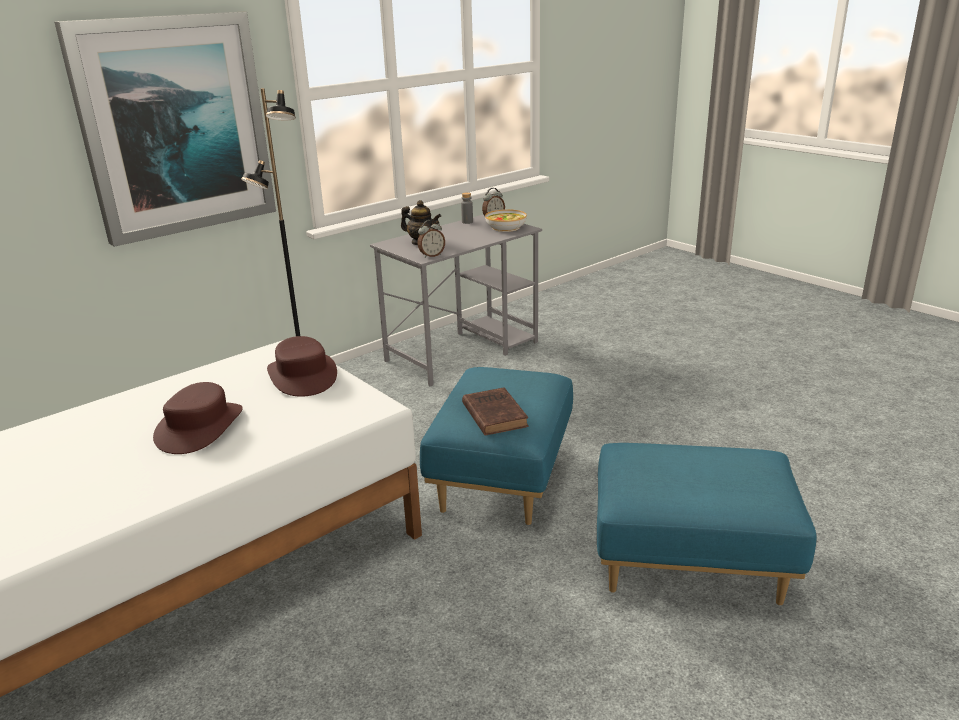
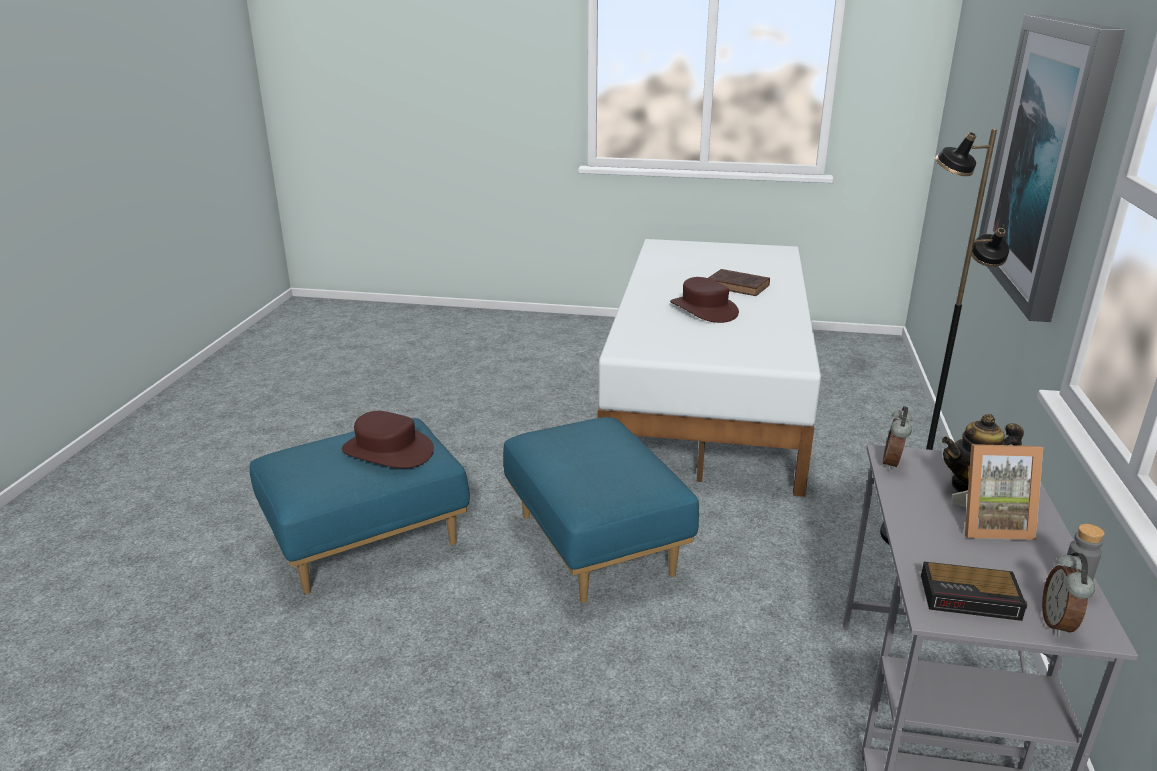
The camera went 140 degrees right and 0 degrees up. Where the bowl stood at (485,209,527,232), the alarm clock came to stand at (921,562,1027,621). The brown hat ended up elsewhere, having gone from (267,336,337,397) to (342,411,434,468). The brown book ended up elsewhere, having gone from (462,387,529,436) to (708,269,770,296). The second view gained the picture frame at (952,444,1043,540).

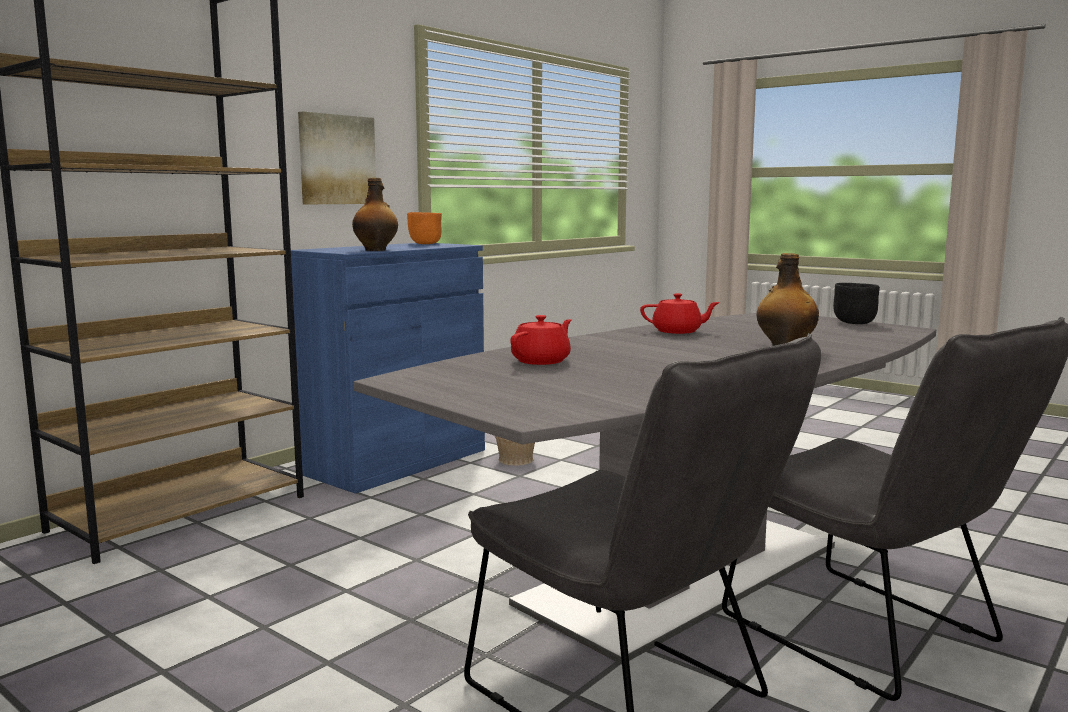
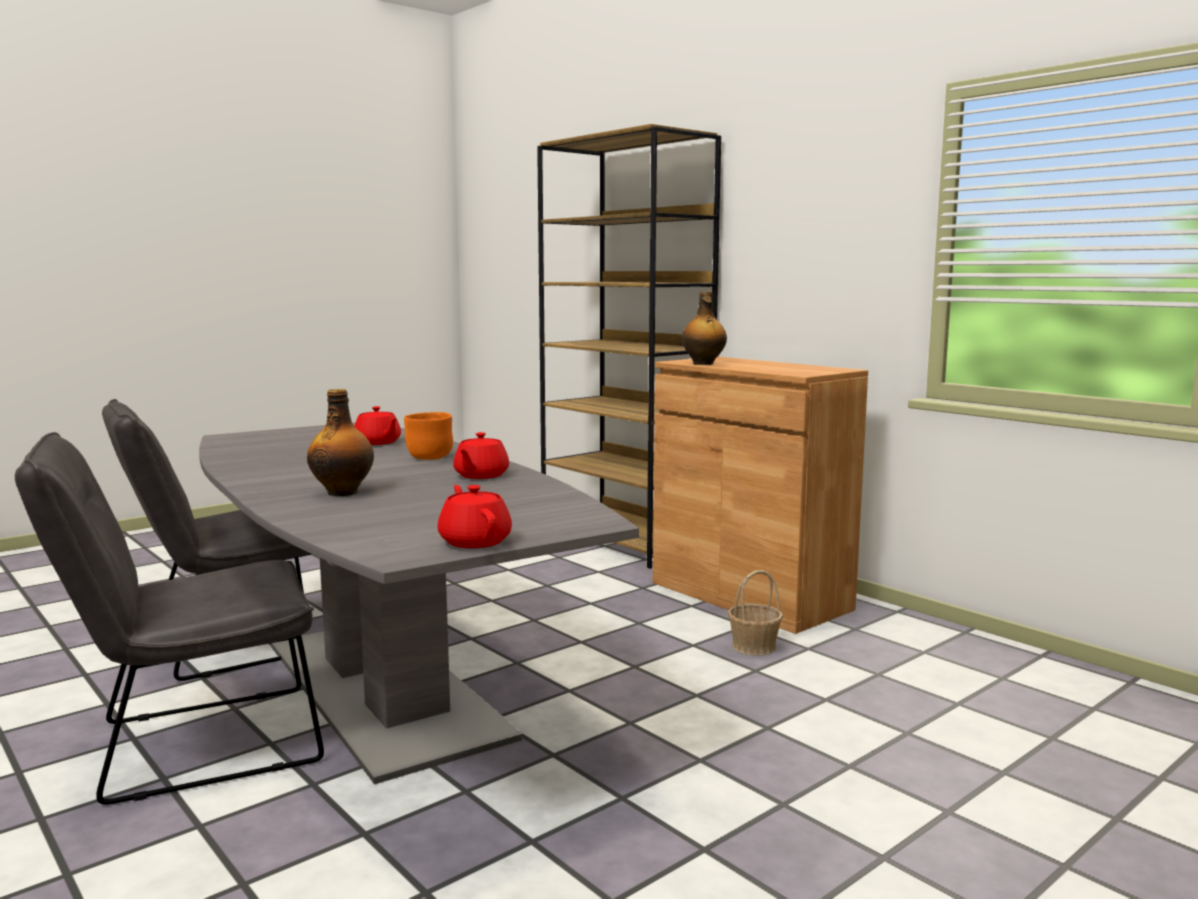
The camera went 100 degrees right and 0 degrees up. The second view lost the picture at (298,112,376,204). The orange bowl ended up elsewhere, having gone from (407,212,442,244) to (404,412,453,460). What was the blue cabinet at (291,243,485,494) turned into the brown cabinet at (653,357,868,634). Where the black bowl stood at (833,283,880,324), the red teapot came to stand at (437,485,512,548).

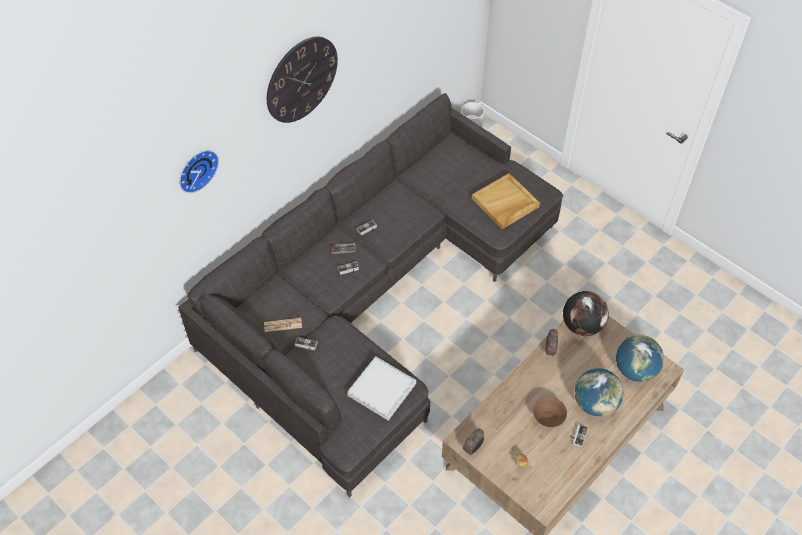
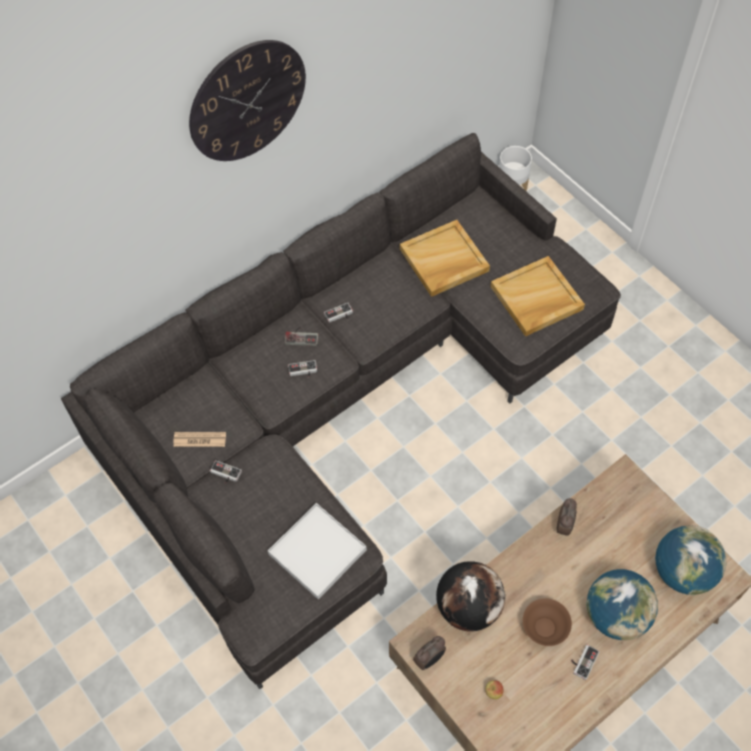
The camera went 10 degrees right and 5 degrees up. The second view lost the wall clock at (179,150,219,193). The globe ended up elsewhere, having gone from (563,291,609,336) to (436,561,505,632). The second view gained the beige tray at (400,220,490,297).

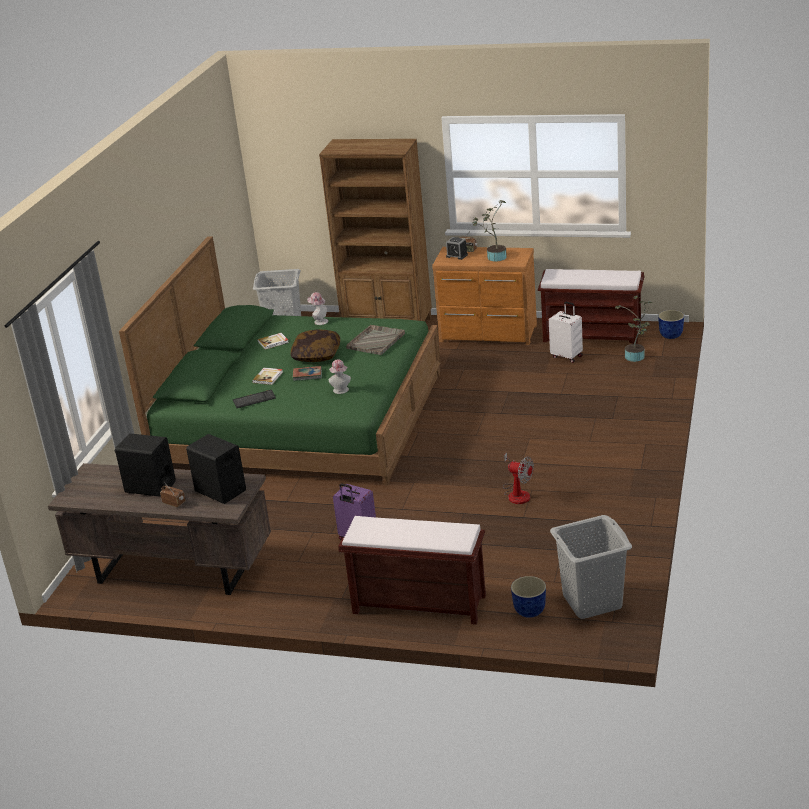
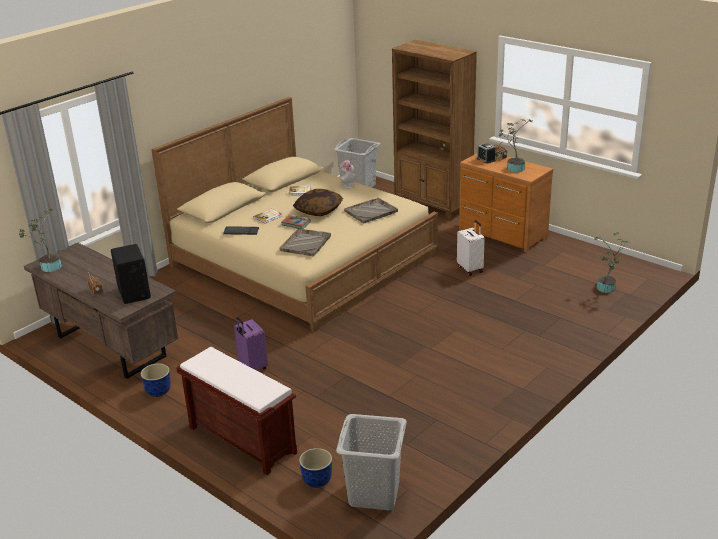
The camera went 25 degrees right and 0 degrees up. What was the green bed at (119,236,441,485) turned into the beige bed at (151,97,438,332). The second view lost the brown bench at (538,269,644,344). The white suitcase ended up elsewhere, having gone from (549,302,583,363) to (457,220,485,276). The planter ended up elsewhere, having gone from (658,310,684,339) to (141,363,171,397). Where the hat stood at (329,359,351,394), the grey tray came to stand at (279,228,331,256). The second view lost the black speaker at (115,433,176,497). The second view lost the fan at (503,452,534,504). The second view gained the potted plant at (19,208,62,272).

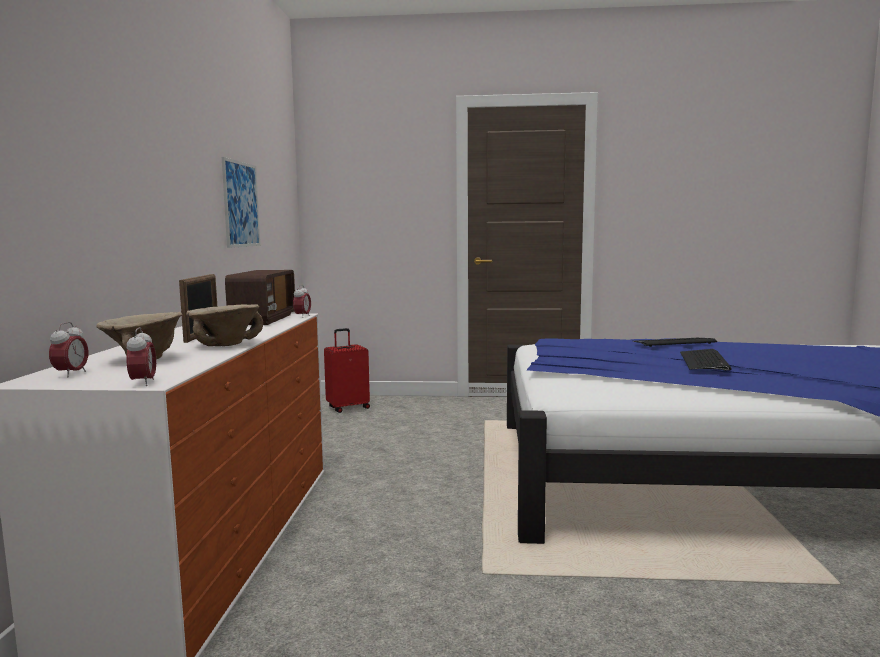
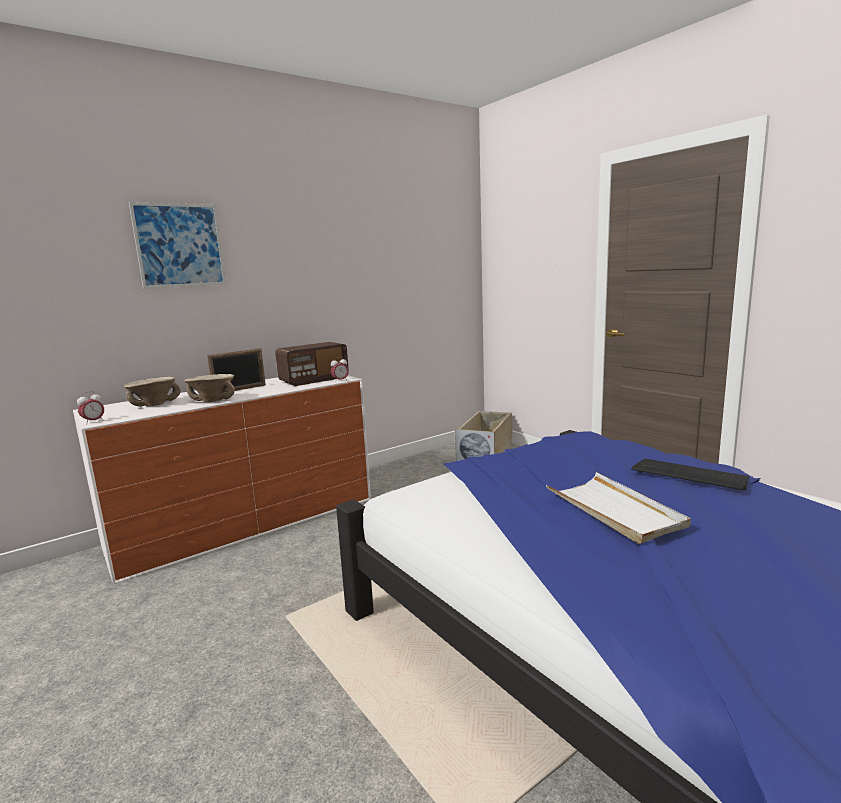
The camera went 50 degrees right and 5 degrees up. The picture ended up elsewhere, having gone from (222,157,260,248) to (129,202,226,289). The second view lost the alarm clock at (49,322,89,377). Where the red suitcase stood at (324,328,370,413), the beige storage box came to stand at (455,411,512,461). Where the keyboard stood at (680,349,731,371), the white tray came to stand at (546,472,691,544).

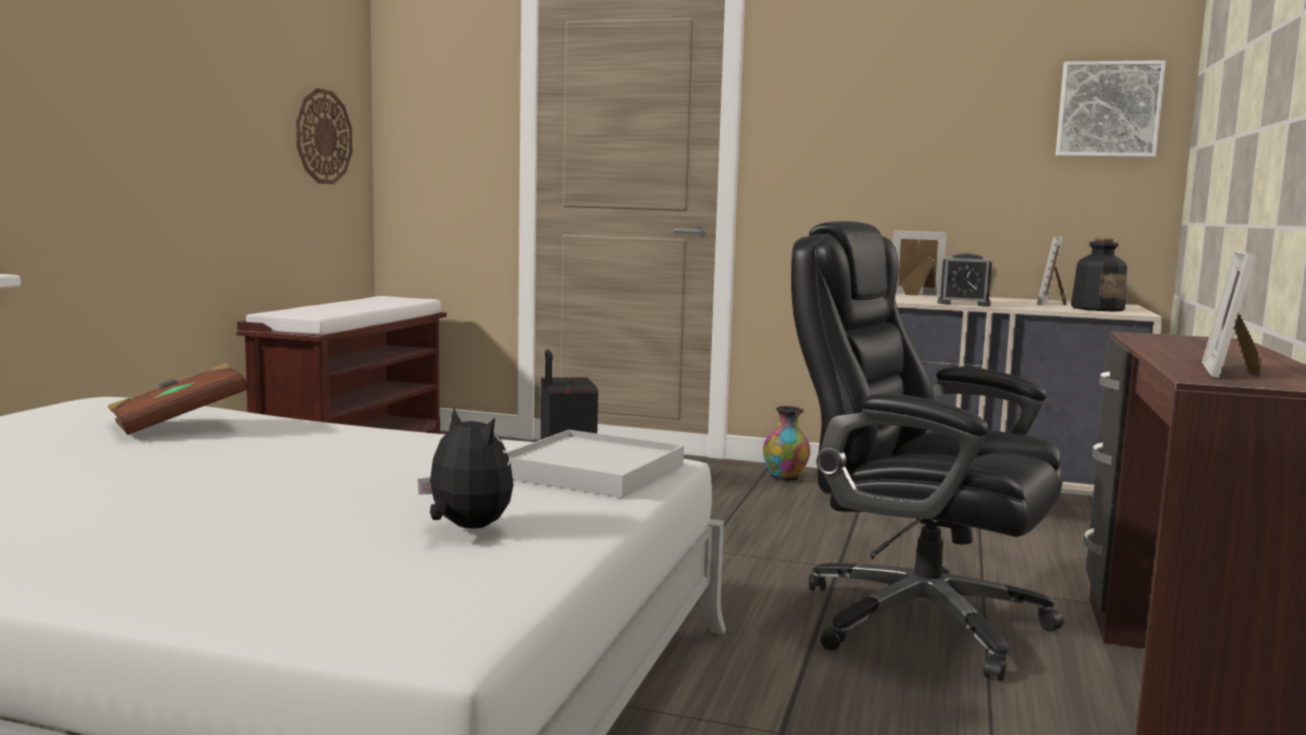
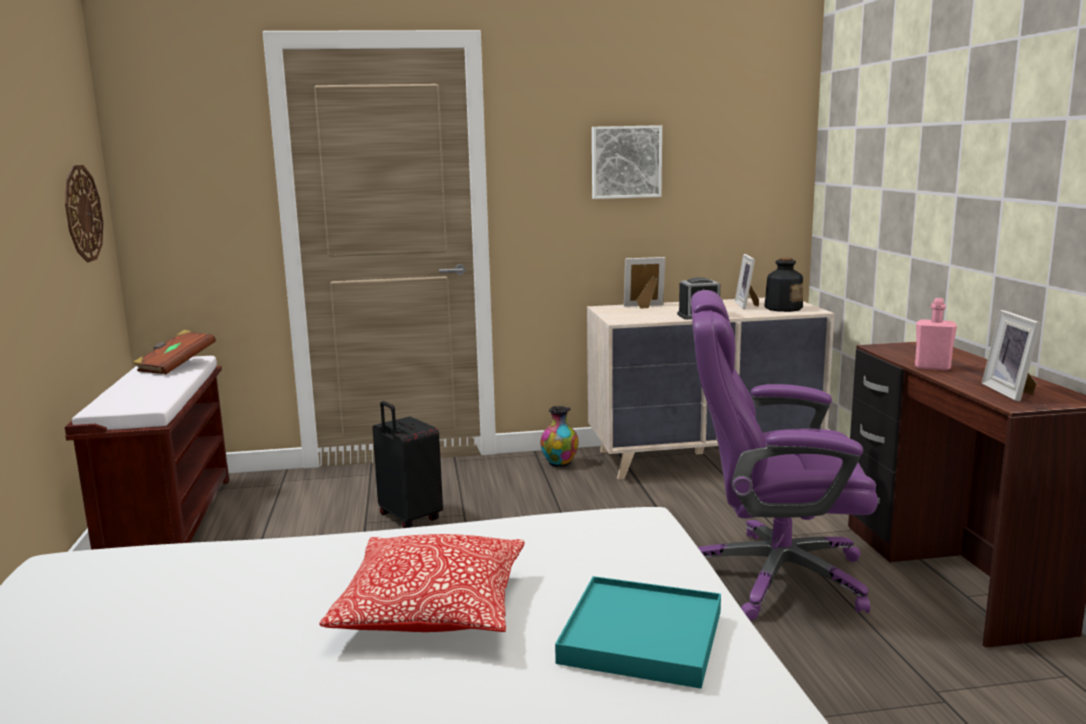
The camera went 25 degrees left and 5 degrees up. The picture ended up elsewhere, having gone from (1055,60,1166,157) to (592,125,662,199). What was the black office chair at (791,221,1064,681) turned into the purple office chair at (691,290,878,621). The brown book ended up elsewhere, having gone from (108,363,248,435) to (133,330,216,374). Where the plush toy stood at (418,408,513,529), the turquoise tray came to stand at (555,576,721,689). The second view lost the white tray at (507,430,684,498). The second view gained the pink bottle at (915,298,957,371). The second view gained the pillow at (319,534,525,632).

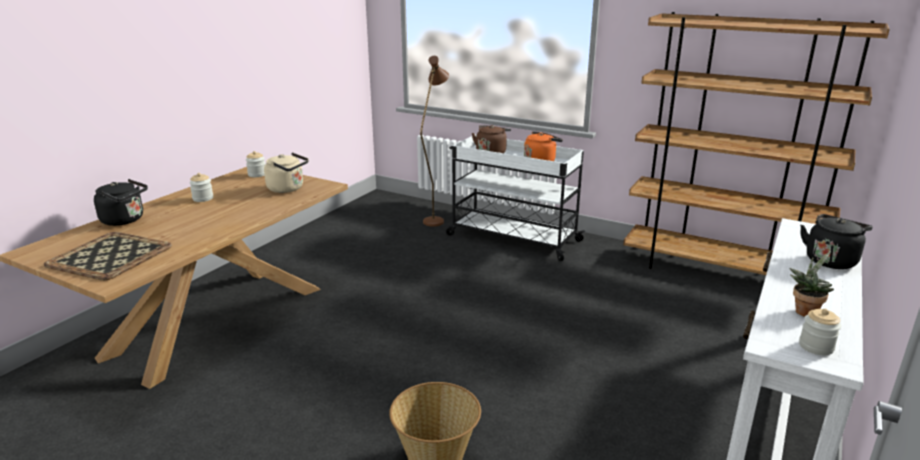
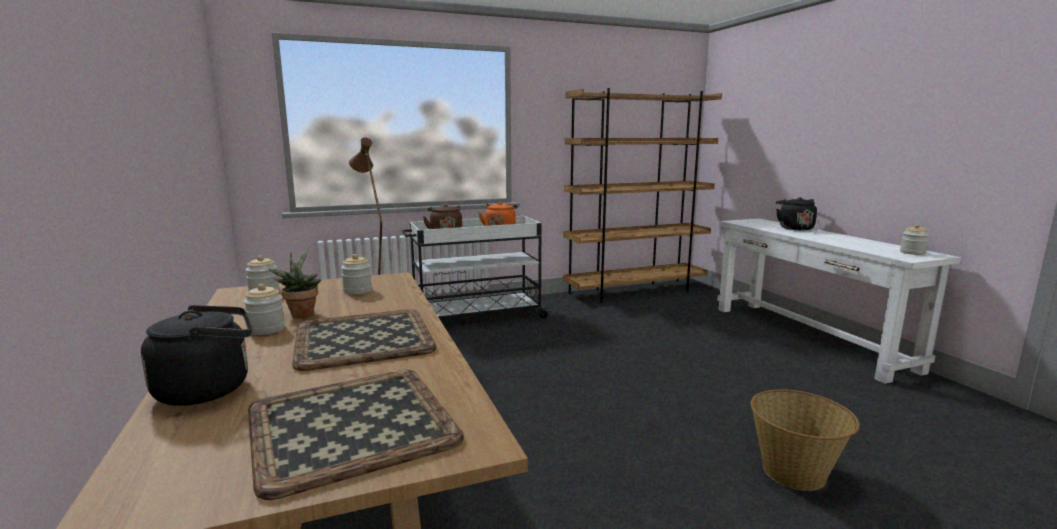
The camera went 50 degrees left and 10 degrees down. Where the beige kettle stood at (264,153,309,193), the jar came to stand at (341,254,372,295). The potted plant ended up elsewhere, having gone from (789,251,834,317) to (269,247,321,318). The second view gained the tray at (292,309,437,371).

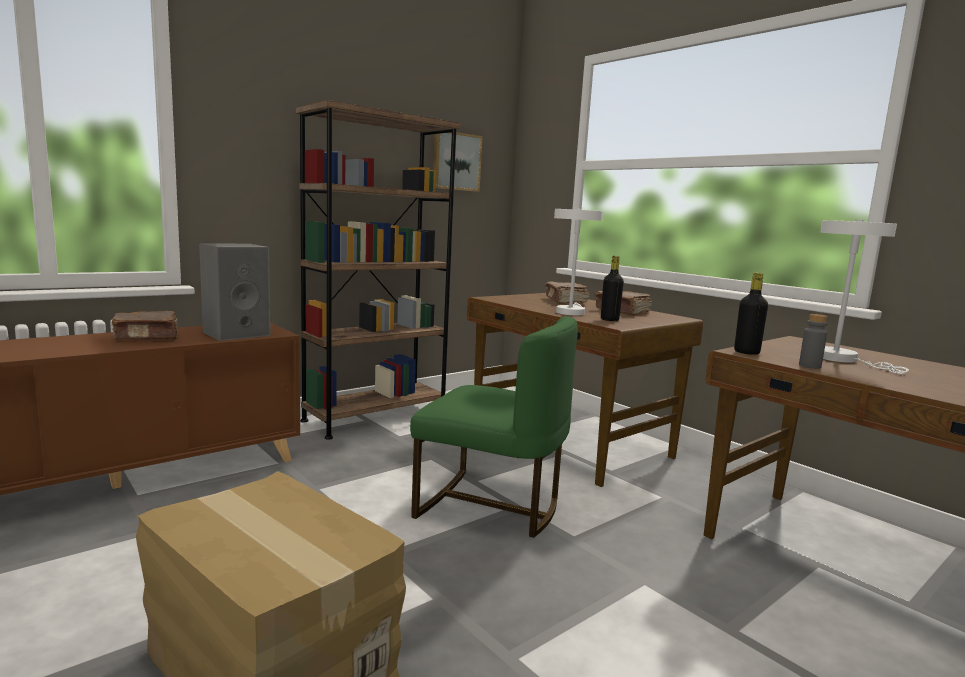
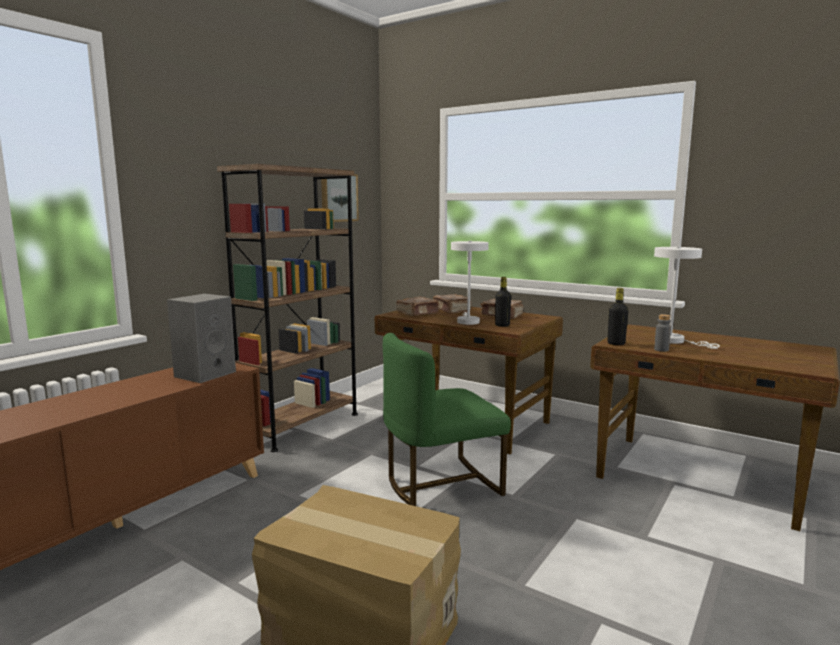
The camera went 15 degrees left and 0 degrees up. The brown book ended up elsewhere, having gone from (112,311,178,340) to (396,297,439,316). The green chair at (410,316,578,538) ended up facing another way, 150 degrees clockwise from before.

